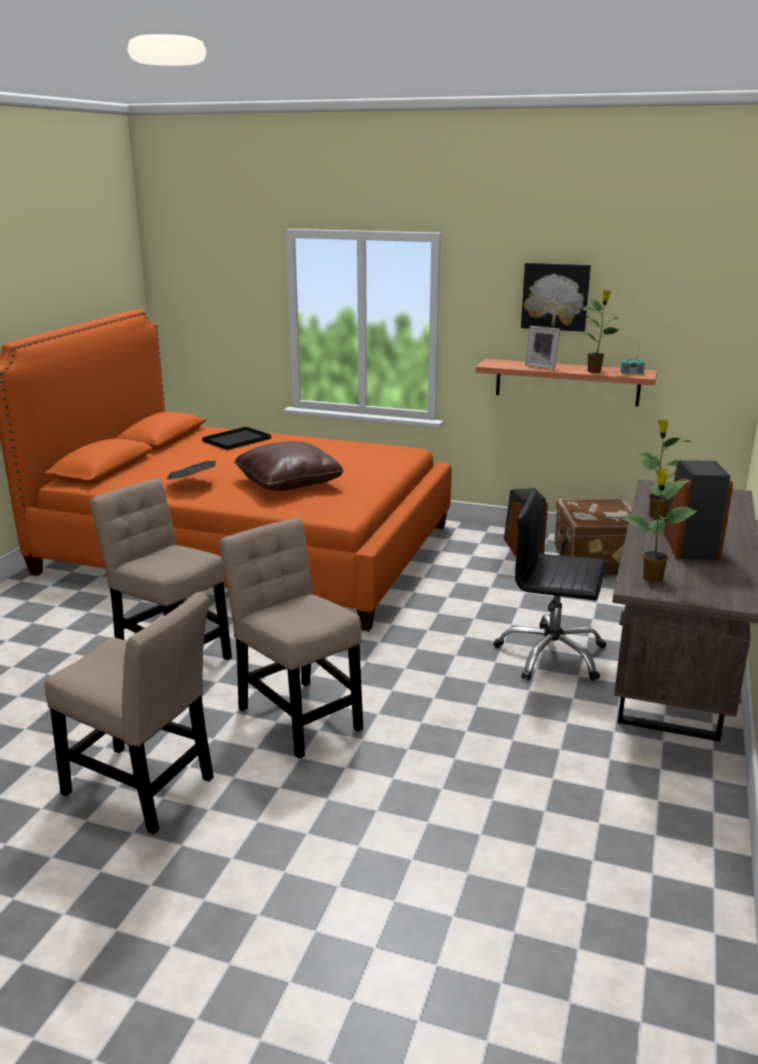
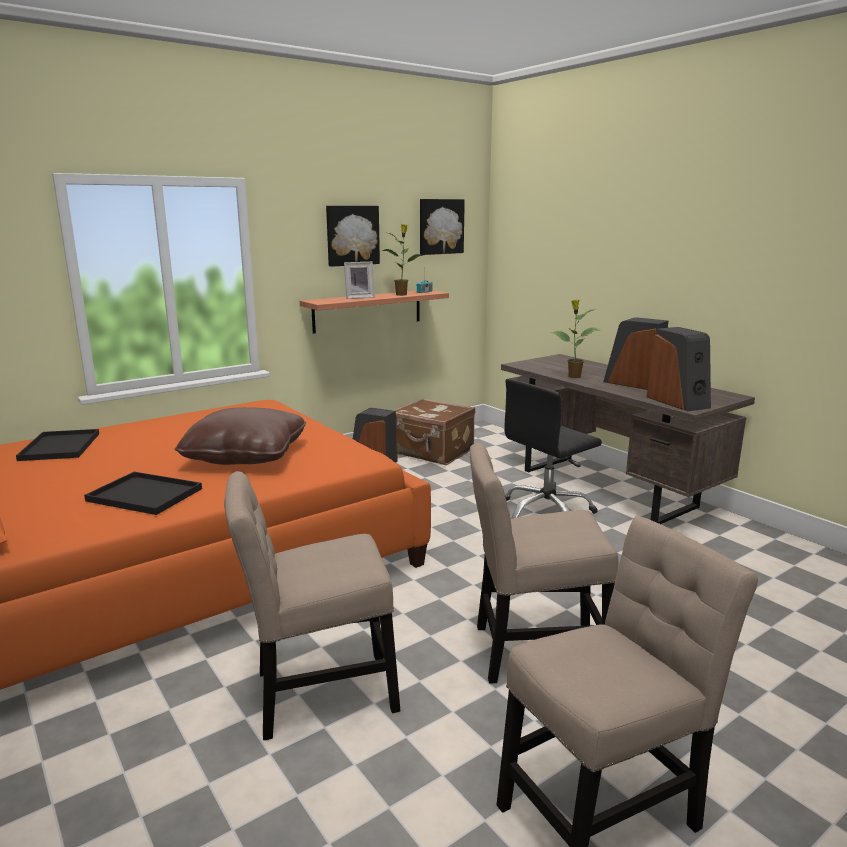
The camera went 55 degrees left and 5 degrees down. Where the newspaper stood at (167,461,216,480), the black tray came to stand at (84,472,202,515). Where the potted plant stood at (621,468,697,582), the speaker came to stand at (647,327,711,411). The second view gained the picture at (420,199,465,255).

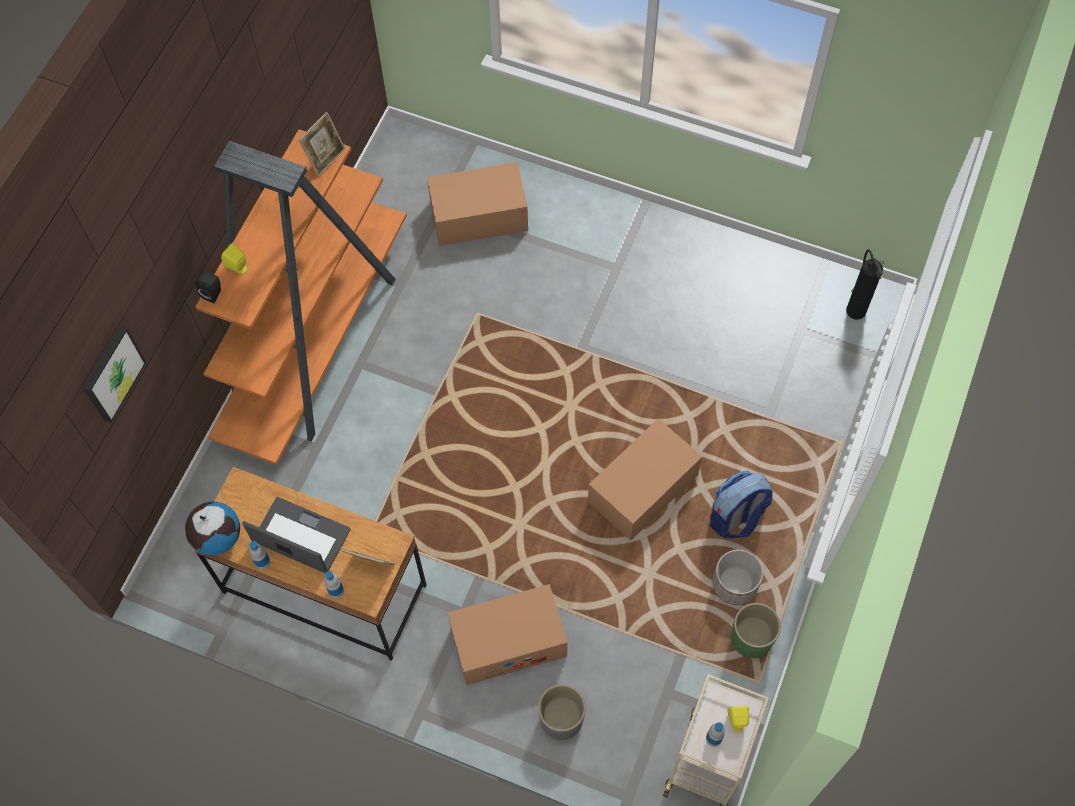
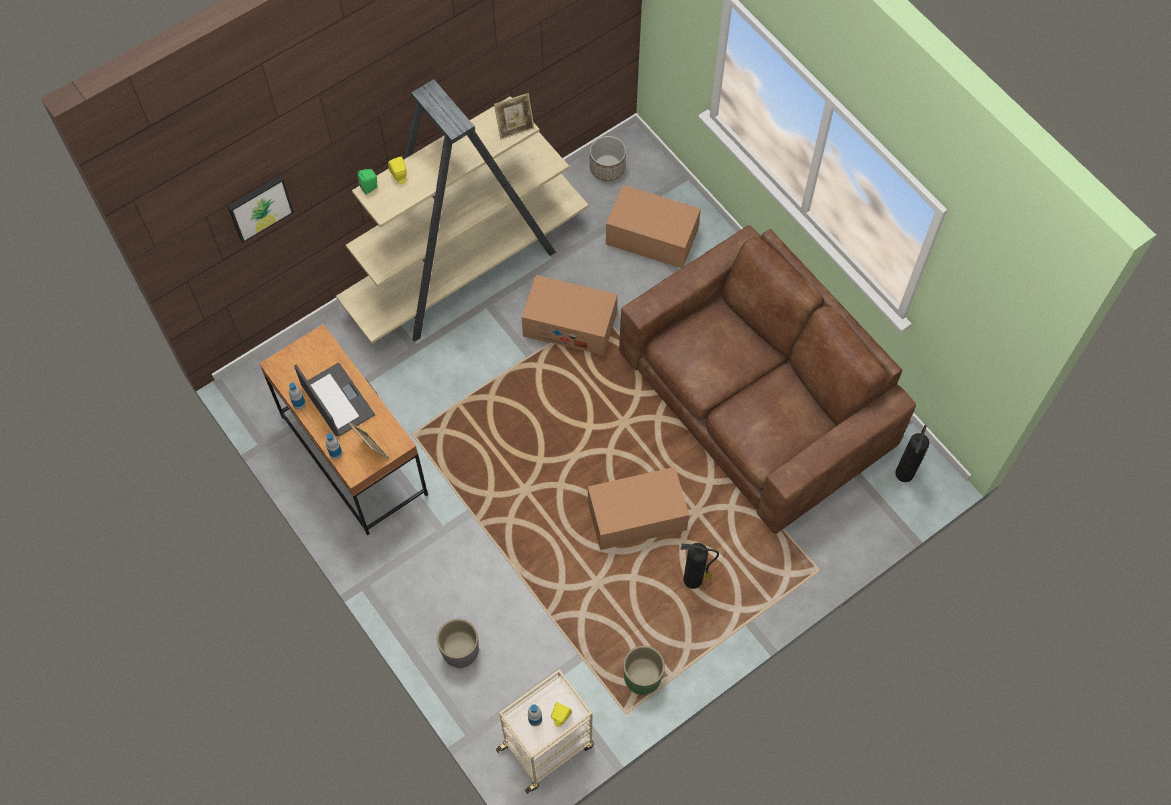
The camera went 30 degrees right and 0 degrees up. What was the orange bookcase at (195,129,407,465) turned into the beige bookcase at (336,79,589,343). What was the black speaker at (196,272,221,303) turned into the green speaker at (357,169,378,195). Where the backpack stood at (710,470,773,538), the fire extinguisher came to stand at (681,543,719,589). The second view lost the globe at (185,502,240,555). The planter ended up elsewhere, having gone from (713,550,763,605) to (590,136,626,181). The cardboard box ended up elsewhere, having gone from (448,584,568,685) to (522,275,617,355). The second view gained the brown sofa at (619,225,916,534).

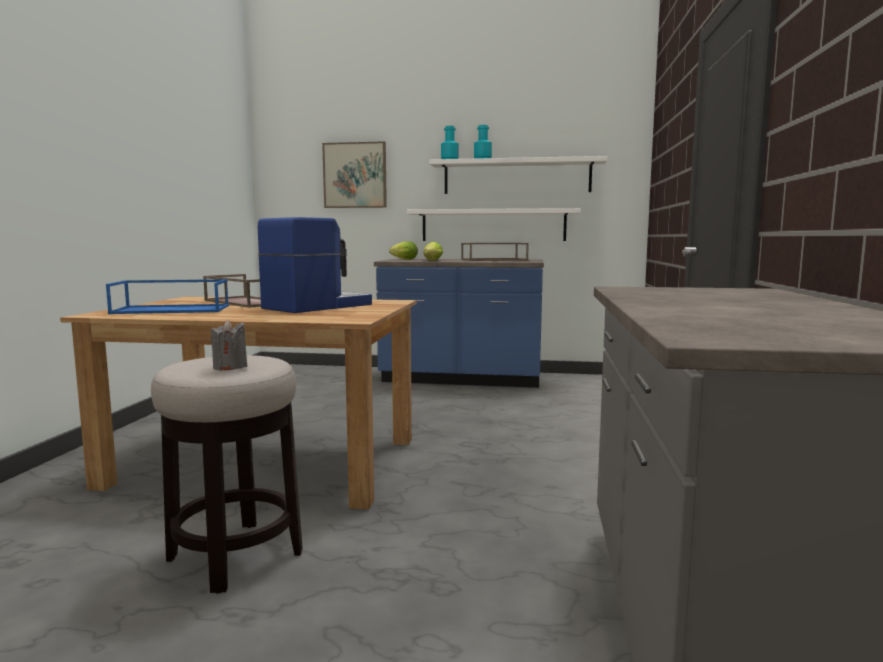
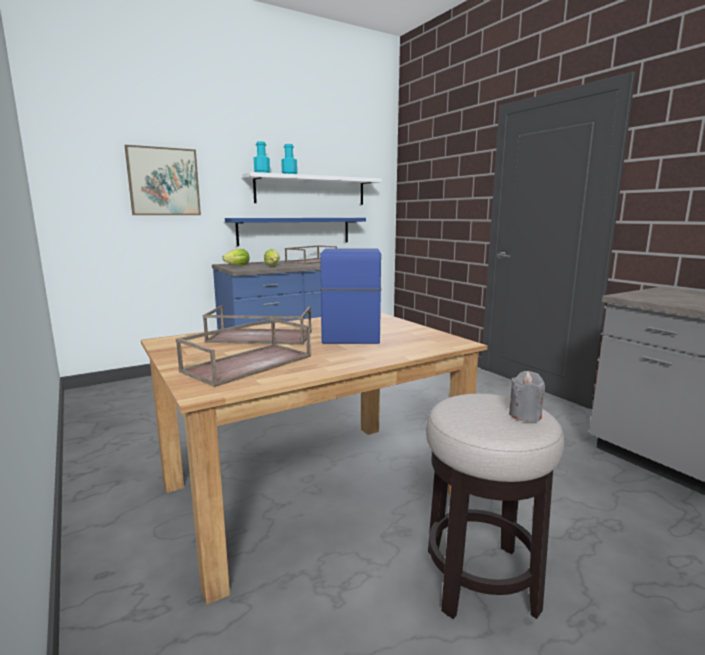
The camera went 40 degrees left and 5 degrees up. What was the white shelf at (407,208,581,241) turned into the blue shelf at (225,218,366,246). What was the blue tray at (106,279,229,314) turned into the brown tray at (176,318,311,387).

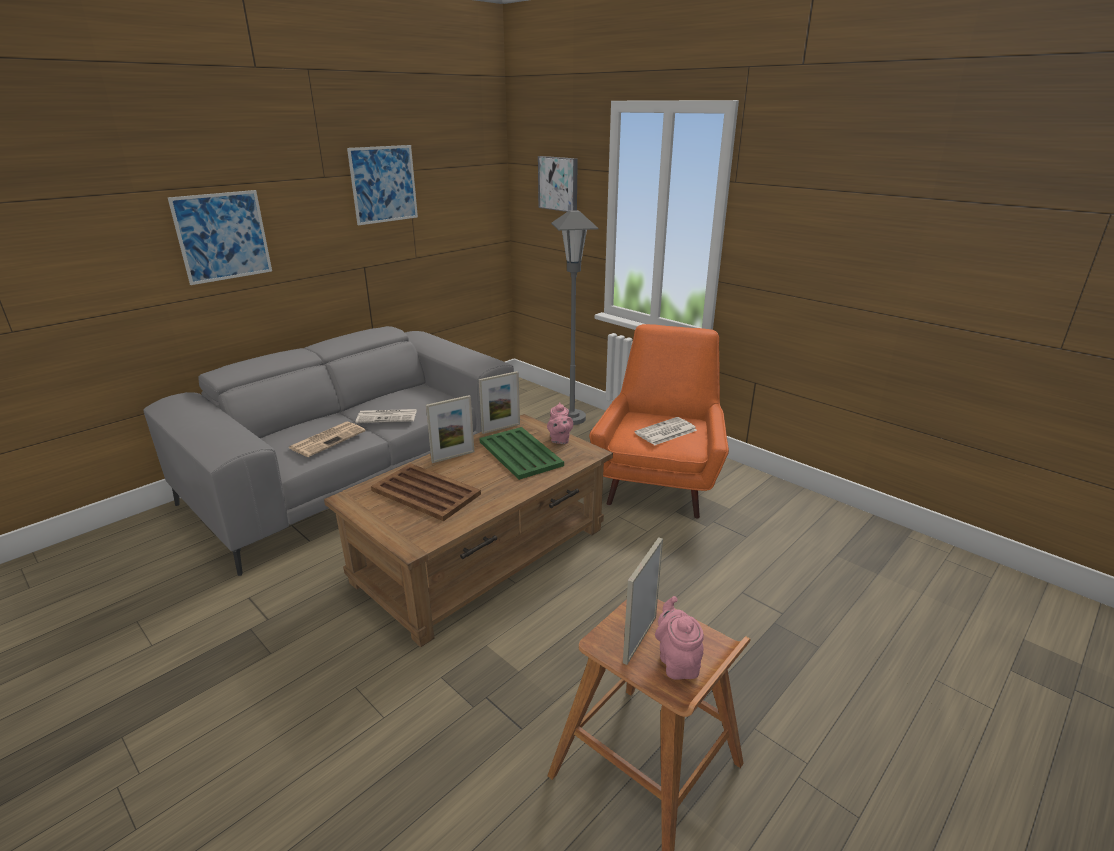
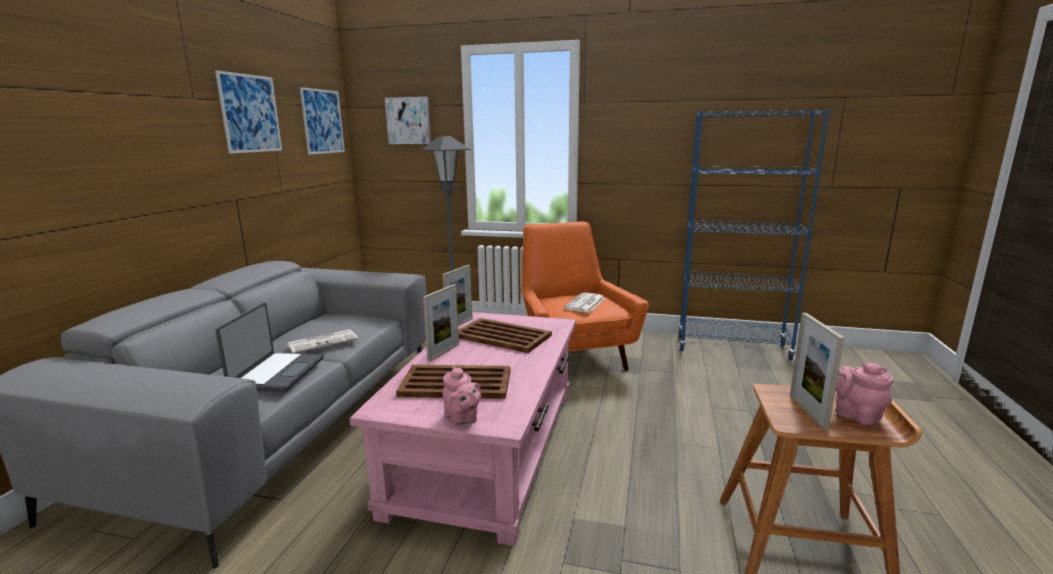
The camera went 30 degrees left and 10 degrees down. The picture ended up elsewhere, having gone from (168,190,272,285) to (300,87,345,155). The pink teapot ended up elsewhere, having gone from (547,402,573,444) to (443,366,481,426). What was the brown coffee table at (324,414,613,647) turned into the pink coffee table at (349,312,576,546). Where the newspaper stood at (289,421,365,457), the laptop came to stand at (215,303,324,392). What was the green tray at (479,427,564,480) turned into the brown tray at (459,318,552,353). The second view gained the blue bookcase at (678,109,830,360).

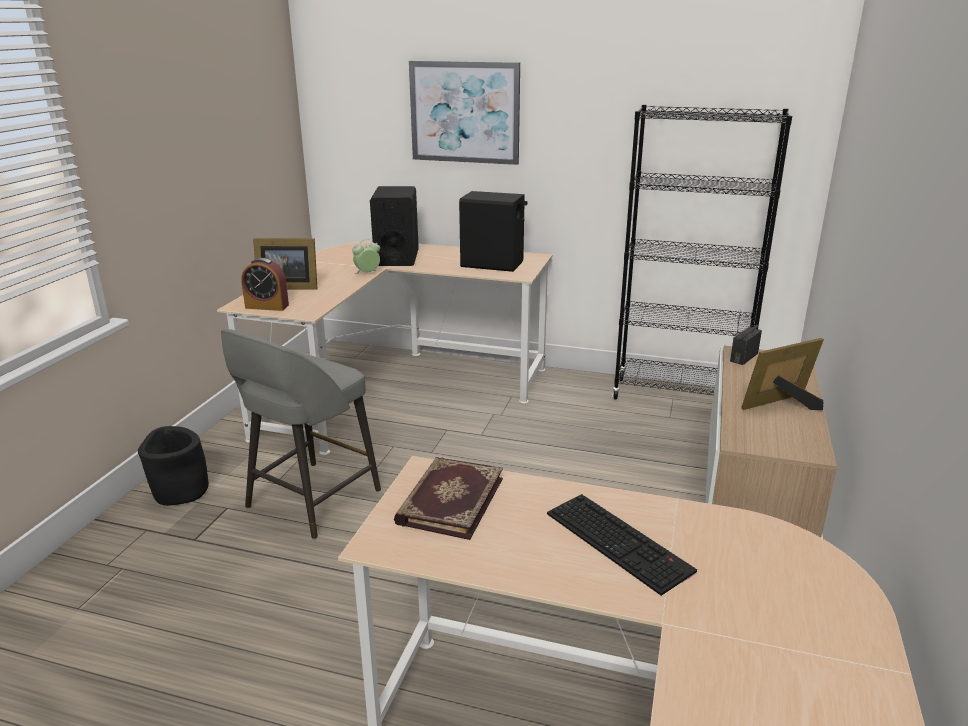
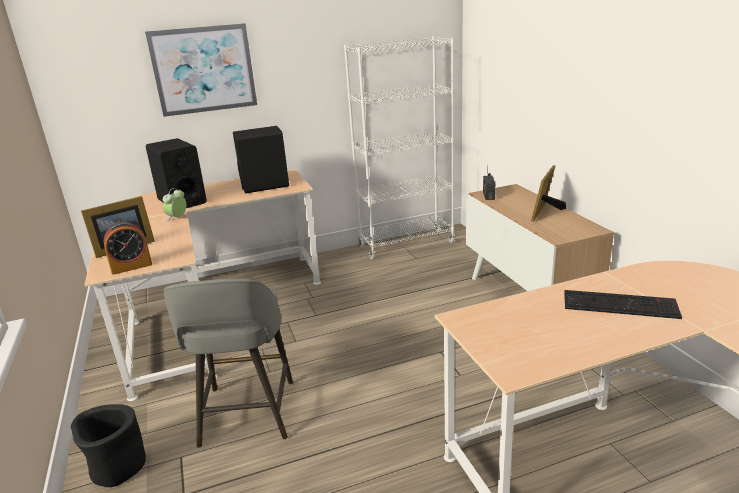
The camera went 35 degrees left and 0 degrees up. What was the black bookcase at (612,105,792,400) turned into the white bookcase at (344,36,455,260). The second view lost the book at (394,457,503,540).

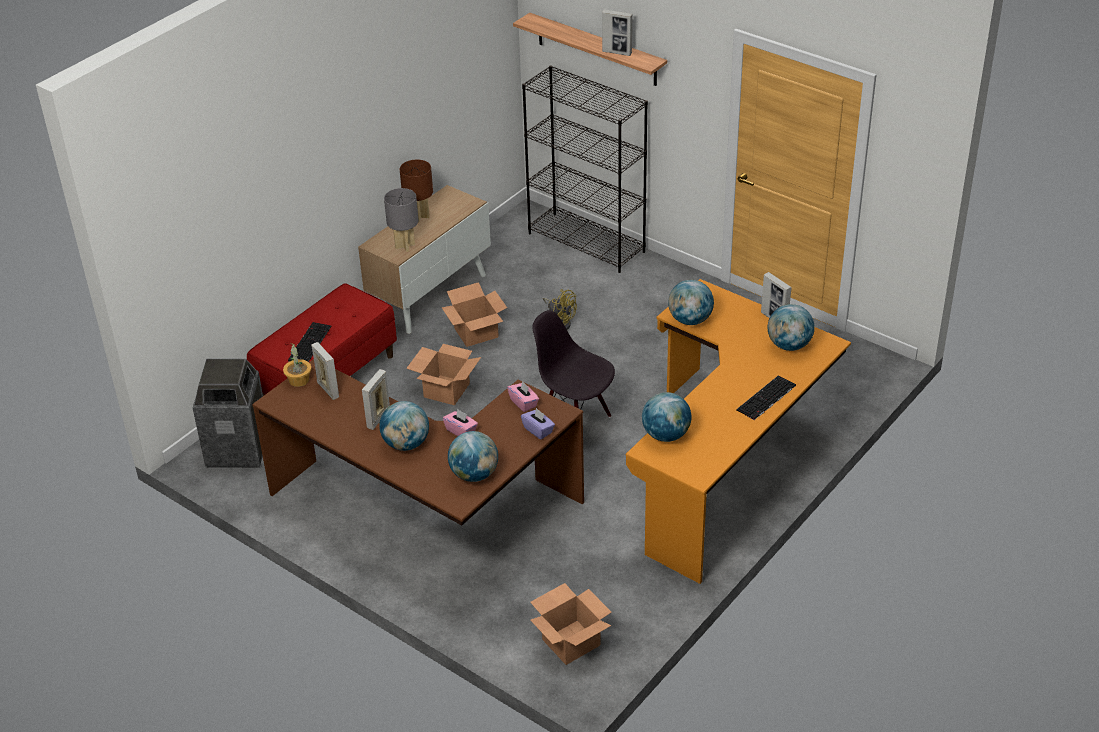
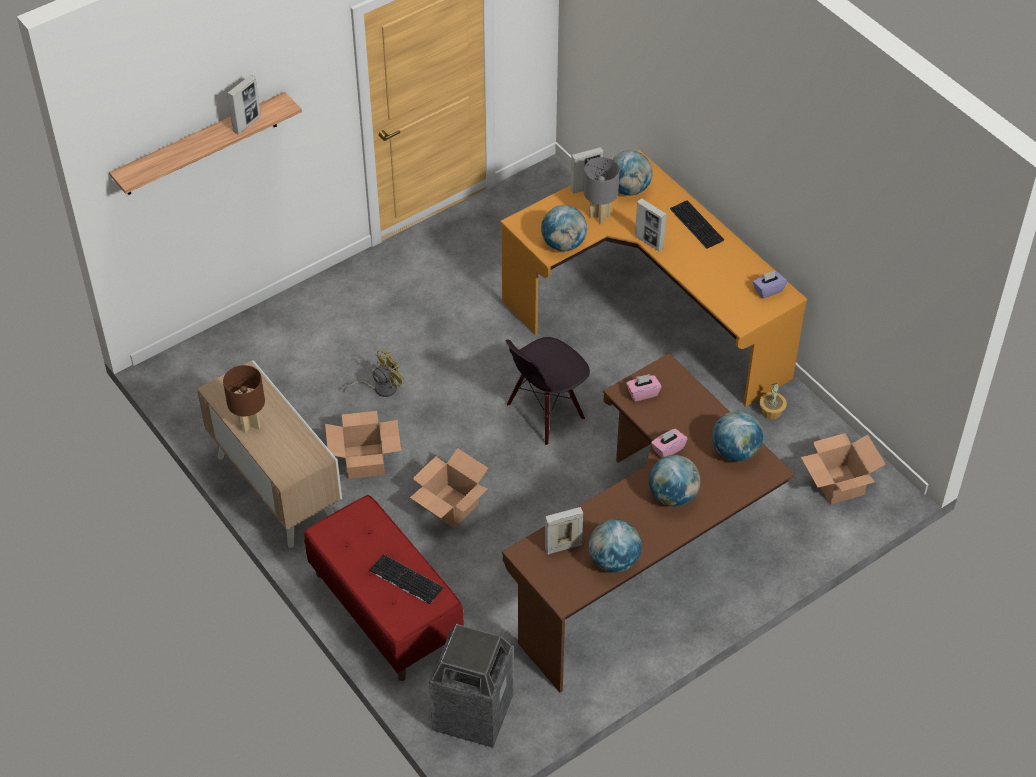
The camera went 75 degrees left and 10 degrees up. The second view lost the black bookcase at (522,66,648,273). The grey table lamp ended up elsewhere, having gone from (384,188,419,252) to (584,157,620,224). The potted plant ended up elsewhere, having gone from (283,343,312,387) to (759,383,787,420). The picture frame ended up elsewhere, having gone from (362,369,390,430) to (635,198,667,251). The globe ended up elsewhere, having gone from (642,392,692,442) to (589,519,642,572). The purple tissue box ended up elsewhere, having gone from (521,408,555,439) to (753,271,787,299).

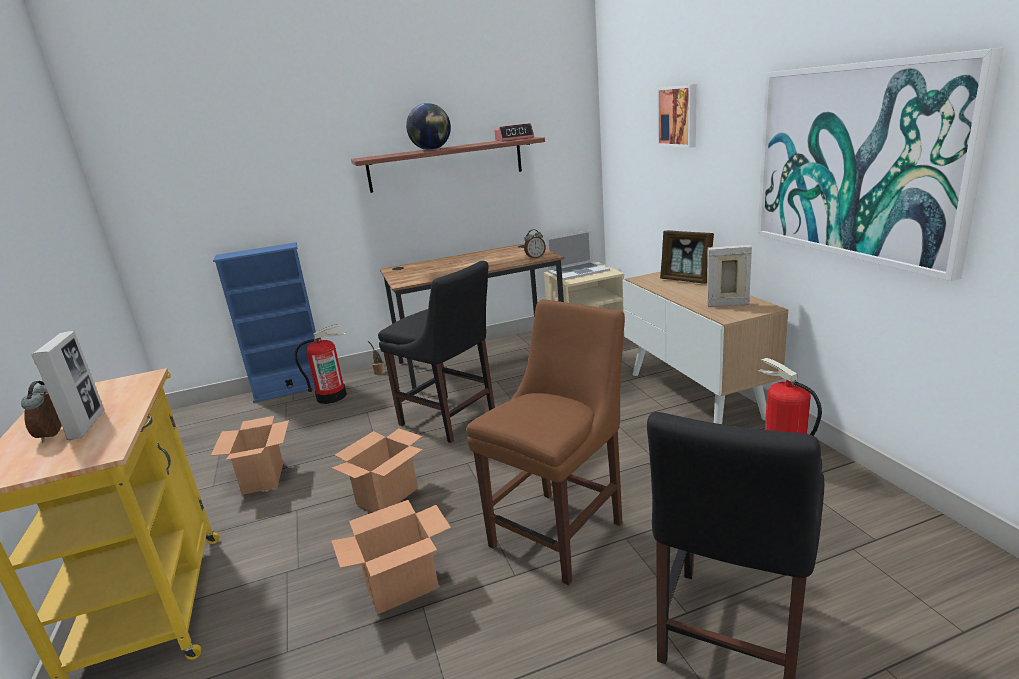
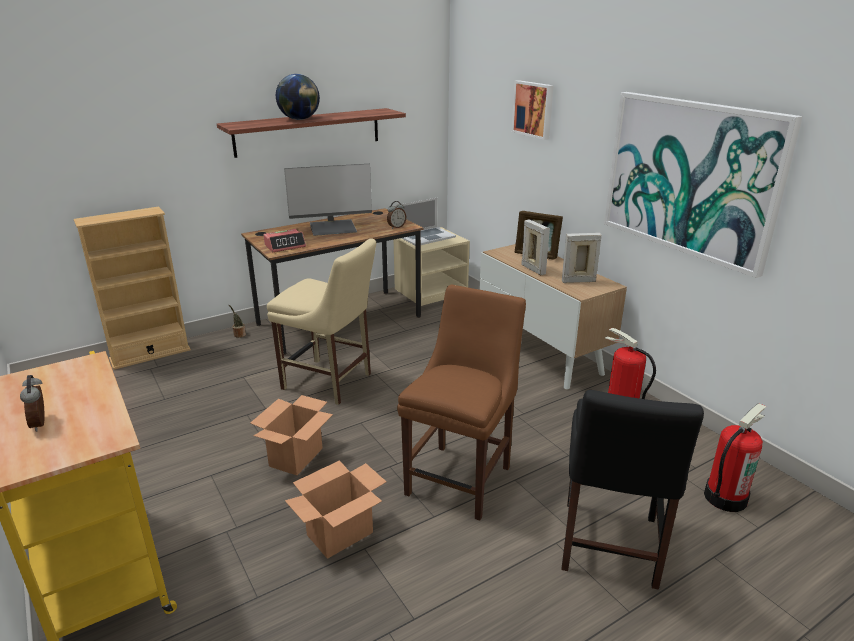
The camera went 15 degrees left and 5 degrees up. The alarm clock ended up elsewhere, having gone from (494,123,534,142) to (264,229,306,252). What was the blue bookcase at (213,242,316,403) turned into the beige bookcase at (74,207,191,370). What was the black chair at (378,261,495,443) turned into the beige chair at (267,238,376,405). The fire extinguisher ended up elsewhere, having gone from (294,324,347,404) to (704,403,767,512). The picture frame ended up elsewhere, having gone from (32,331,105,440) to (521,219,550,275). The second view lost the cardboard box at (211,416,289,495). The second view gained the monitor at (284,164,372,236).

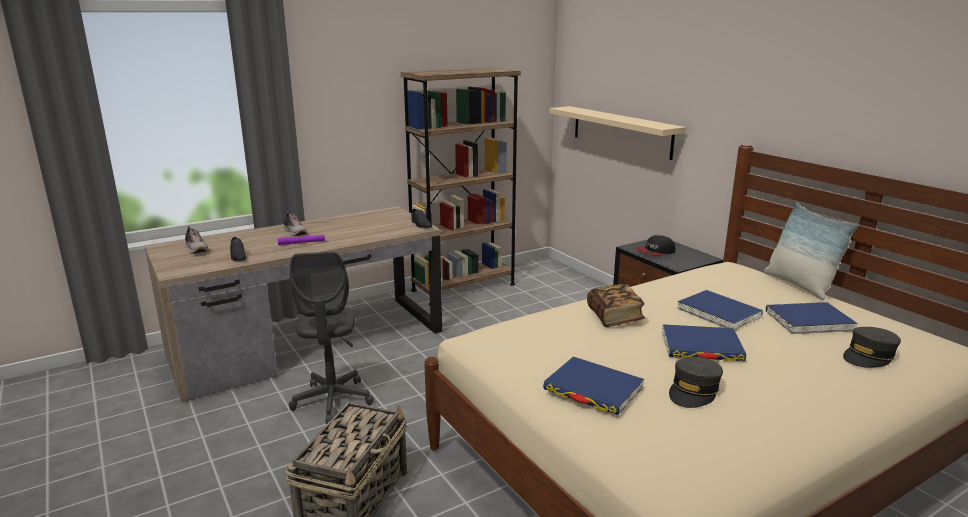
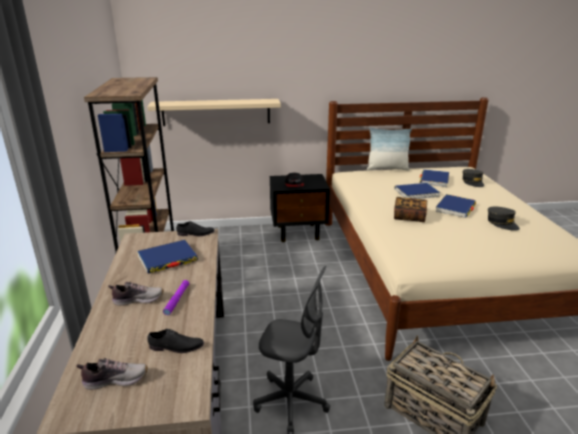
The camera went 65 degrees left and 5 degrees up. The blue book ended up elsewhere, having gone from (543,357,644,415) to (137,240,198,273).

